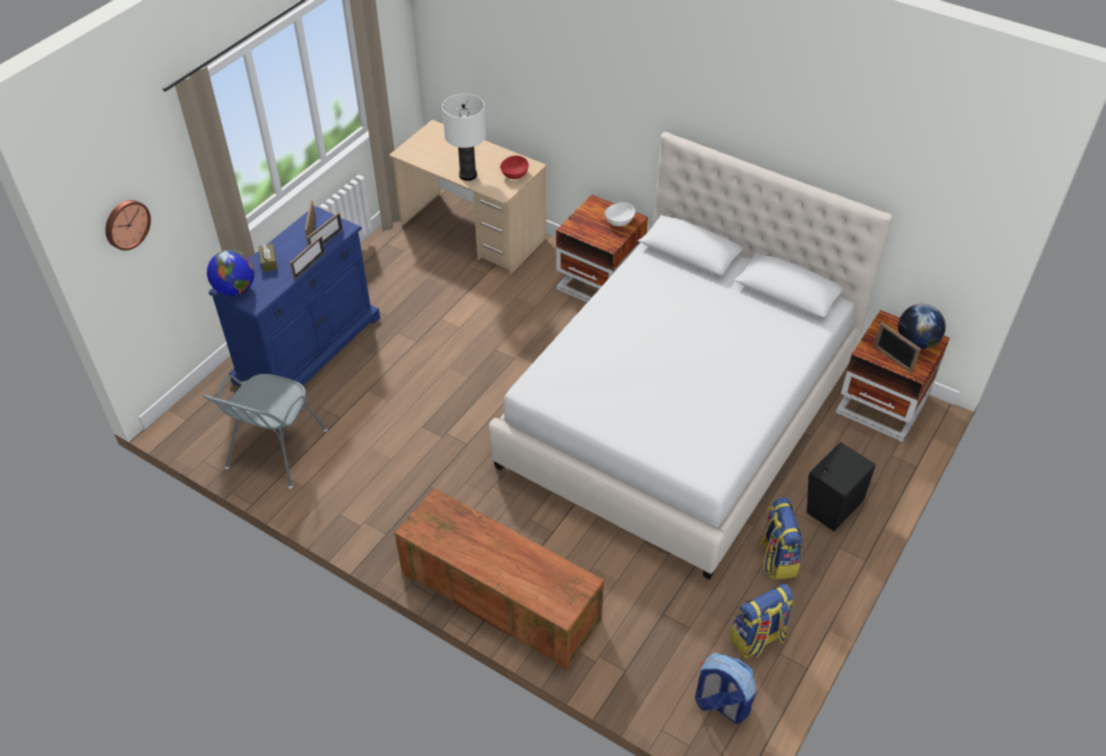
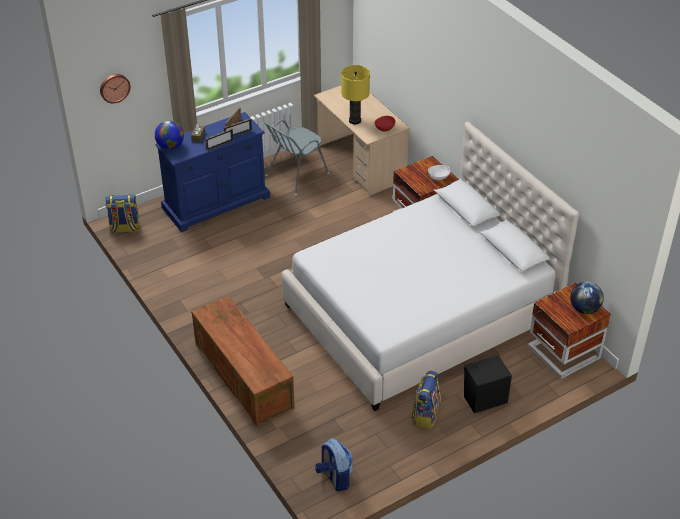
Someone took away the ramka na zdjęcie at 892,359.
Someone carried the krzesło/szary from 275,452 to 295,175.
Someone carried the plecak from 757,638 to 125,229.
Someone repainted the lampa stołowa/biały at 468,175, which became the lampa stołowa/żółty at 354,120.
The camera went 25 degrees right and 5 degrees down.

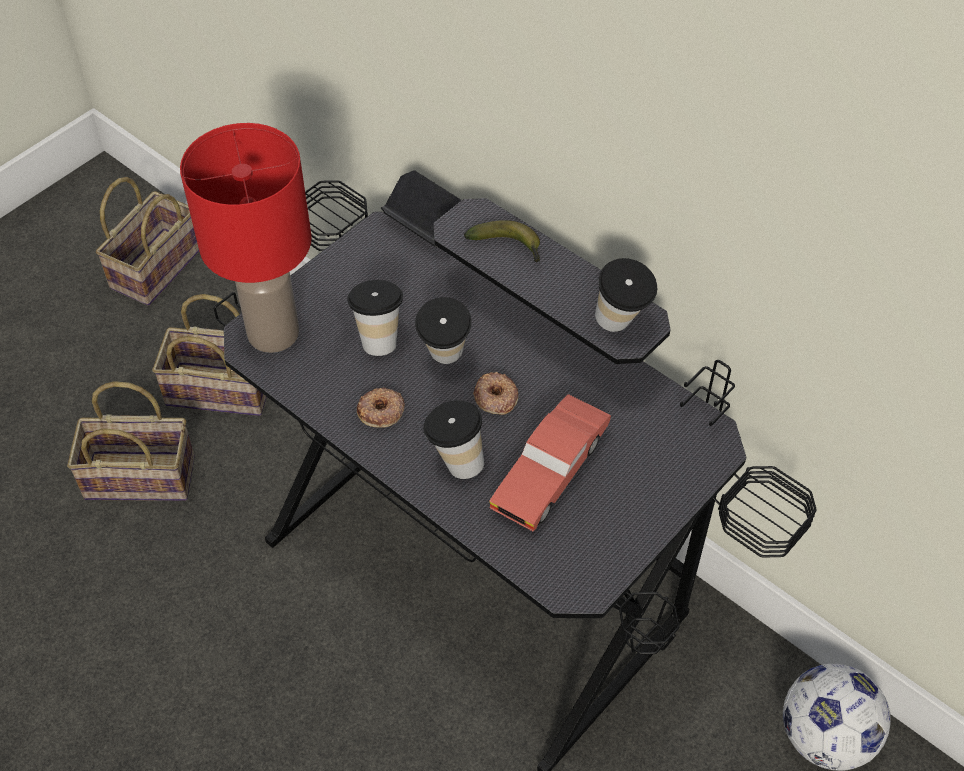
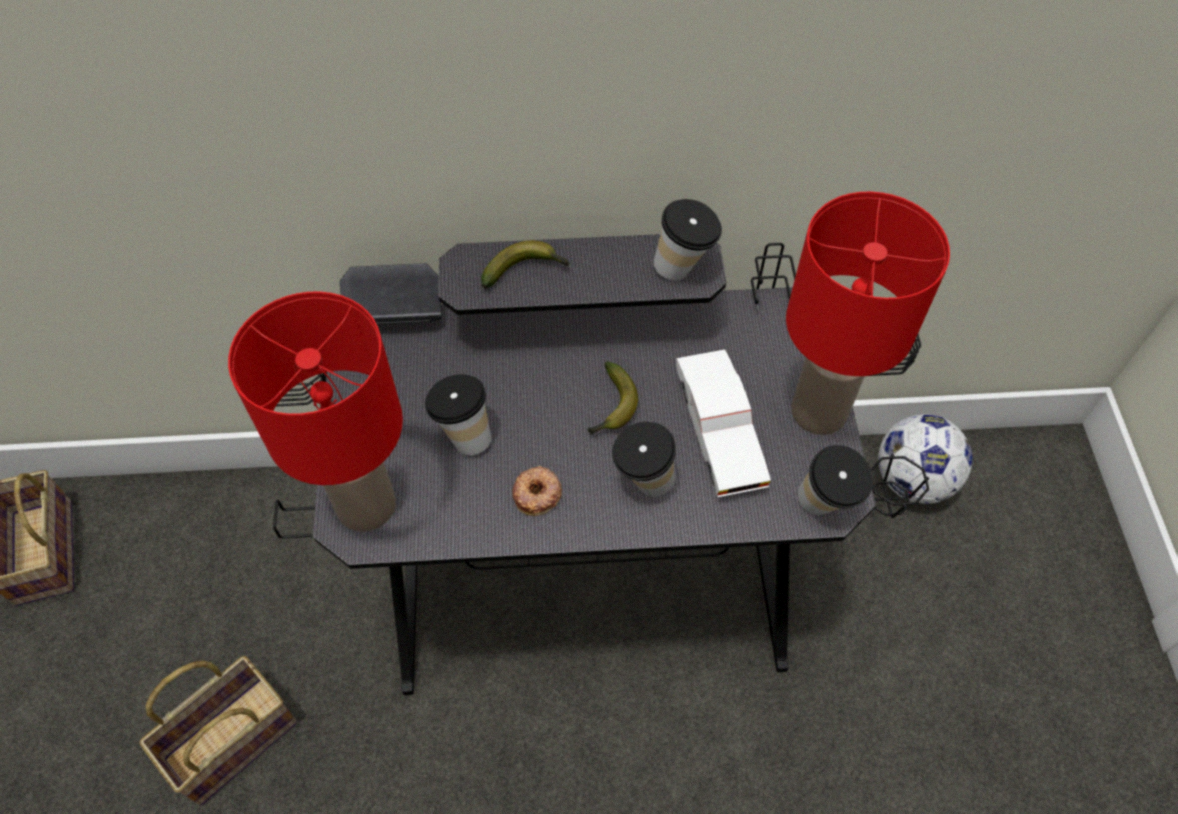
Someone took away the koszyk at 222,389.
Someone put down the lampa stołowa/czerwony at 820,412.
Someone carried the filiżanka from 445,360 to 825,508.
Someone swapped the donut at 495,397 for the banan at 611,407.
Someone repainted the samochodzik/czerwony at 550,472, which became the samochodzik/biały at 718,431.
The camera went 45 degrees left and 5 degrees up.

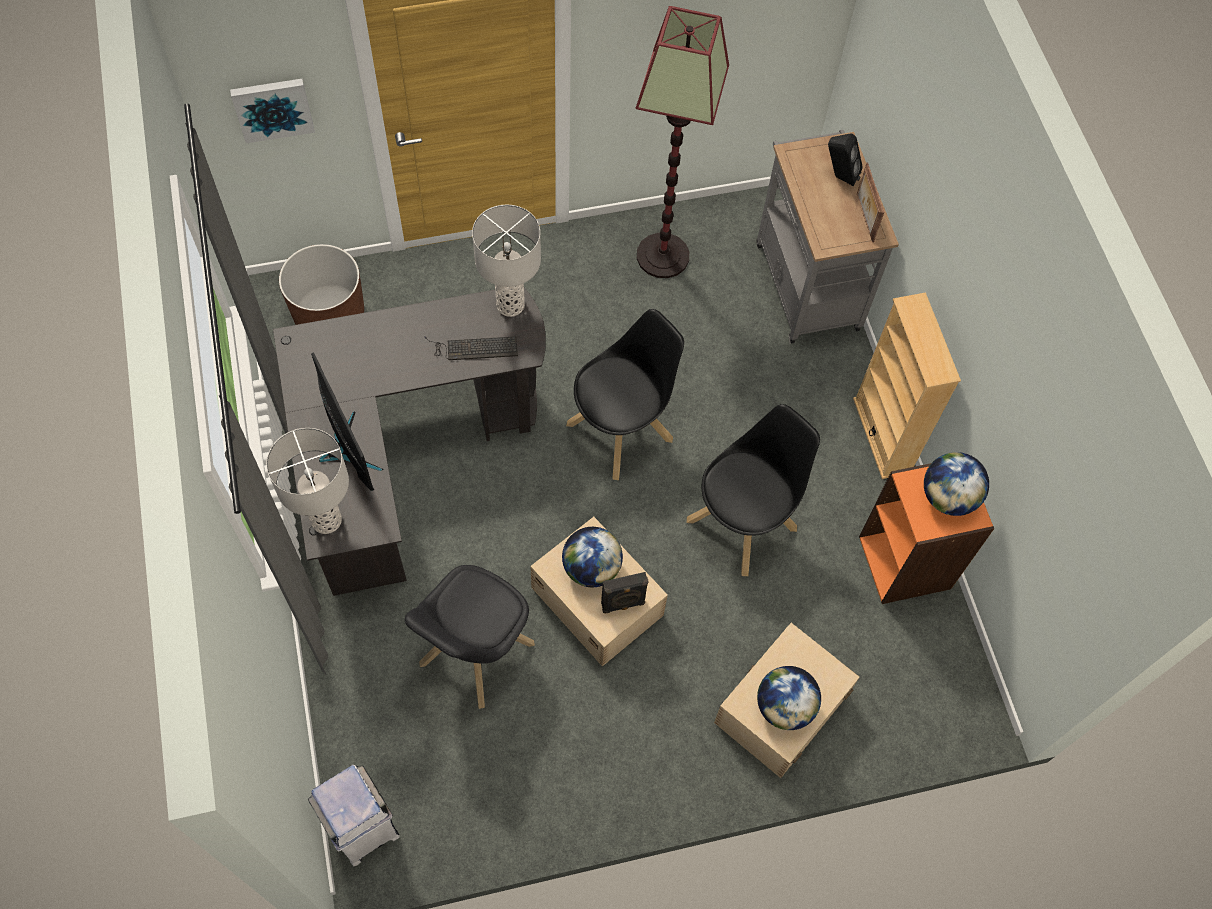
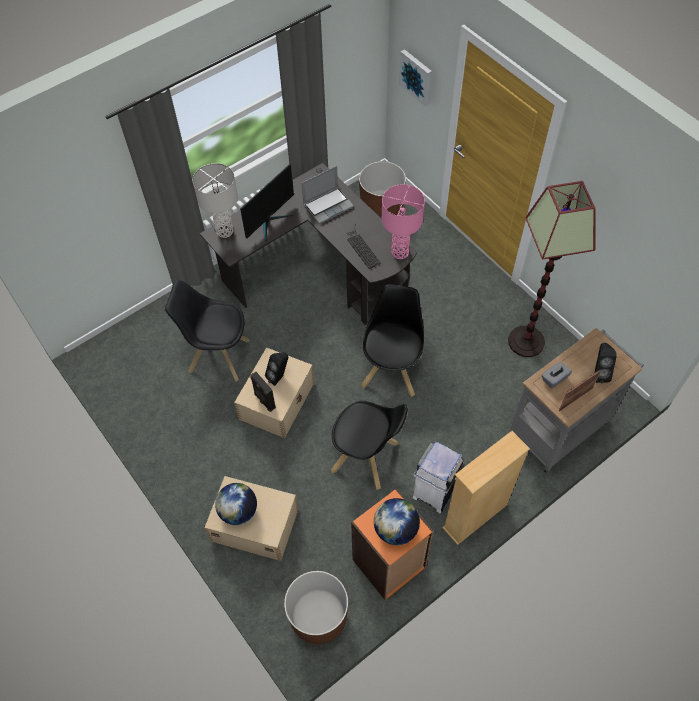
Someone put down the donica/brązowy at 318,617.
Someone put down the laptop at 328,205.
Someone put down the pudełko chusteczek/szary at 554,379.
Someone carried the kosz na śmieci/biały from 363,827 to 434,492.
Someone swapped the globus at 591,568 for the głośnik/czarny at 279,376.
Someone repainted the lampa stołowa/biały at 510,305, which became the lampa stołowa/różowy at 399,252.
Someone rotated the krzesło/czarny at 622,430 by 105 degrees counterclockwise.
The camera went 70 degrees right and 5 degrees down.

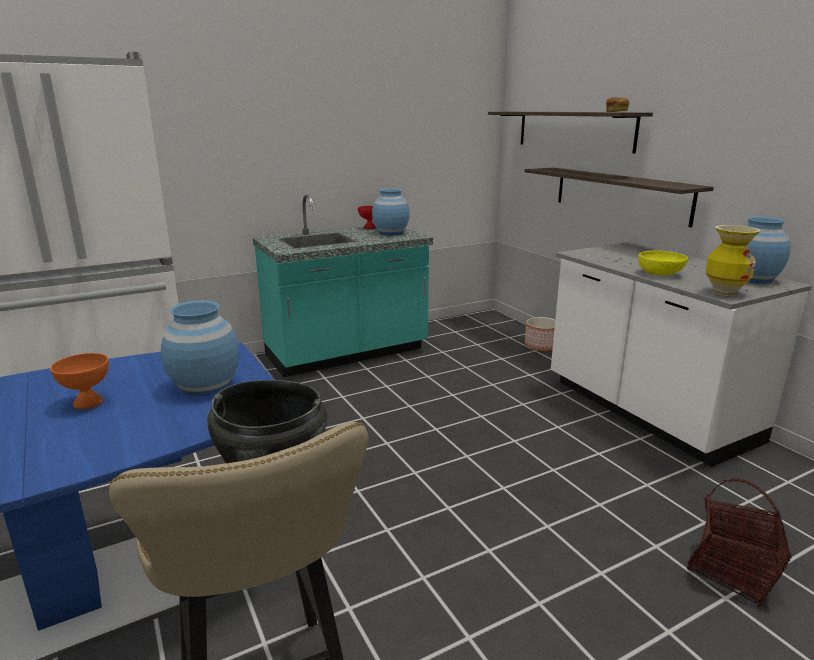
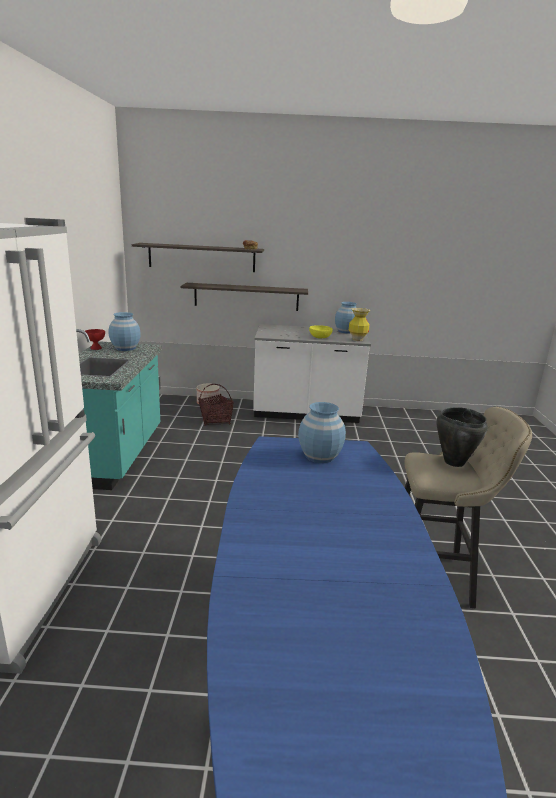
Someone took away the miska/pomarańczowy at 87,403.
Someone carried the koszyk from 733,572 to 216,420.
The camera went 60 degrees left and 0 degrees up.

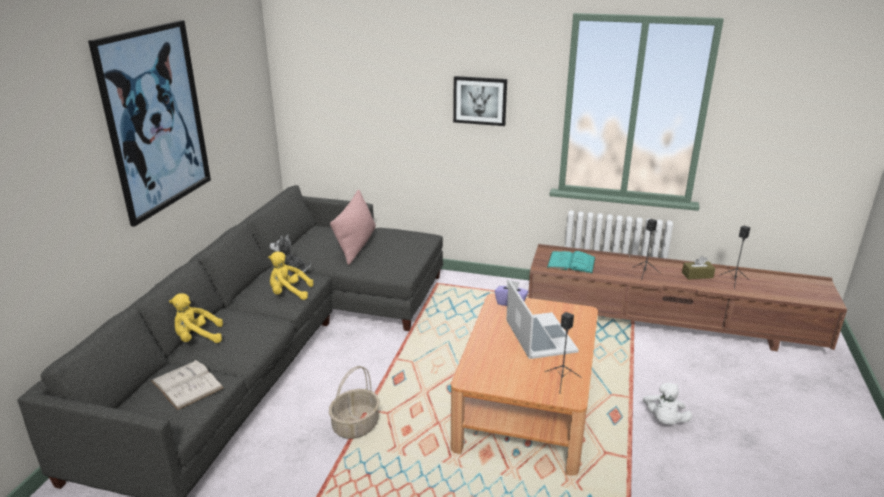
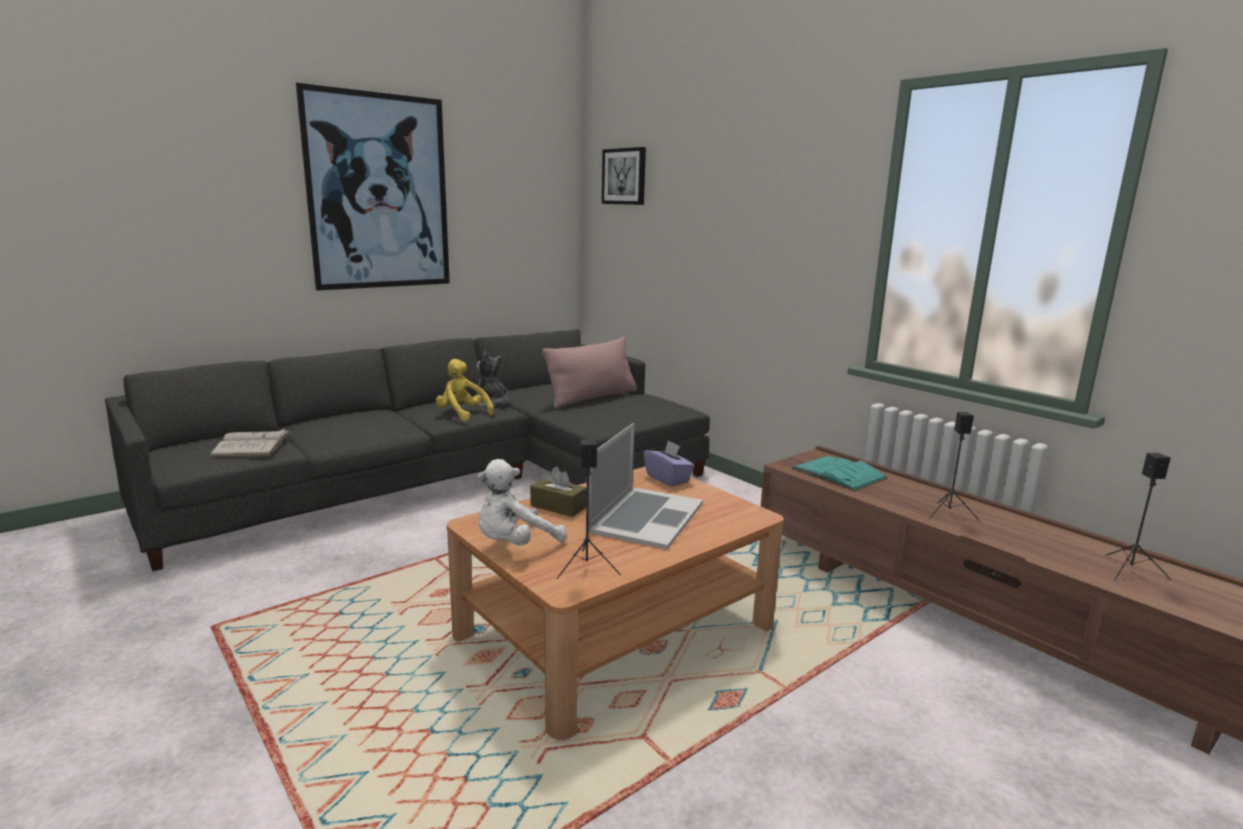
Someone took away the pluszak/żółty at 197,338.
Someone took away the koszyk at 355,425.
Someone carried the obraz from 480,100 to 624,176.
Someone carried the pluszak/biały from 664,420 to 515,544.
Someone carried the pudełko chusteczek/brązowy from 697,275 to 558,507.
The camera went 35 degrees right and 10 degrees down.

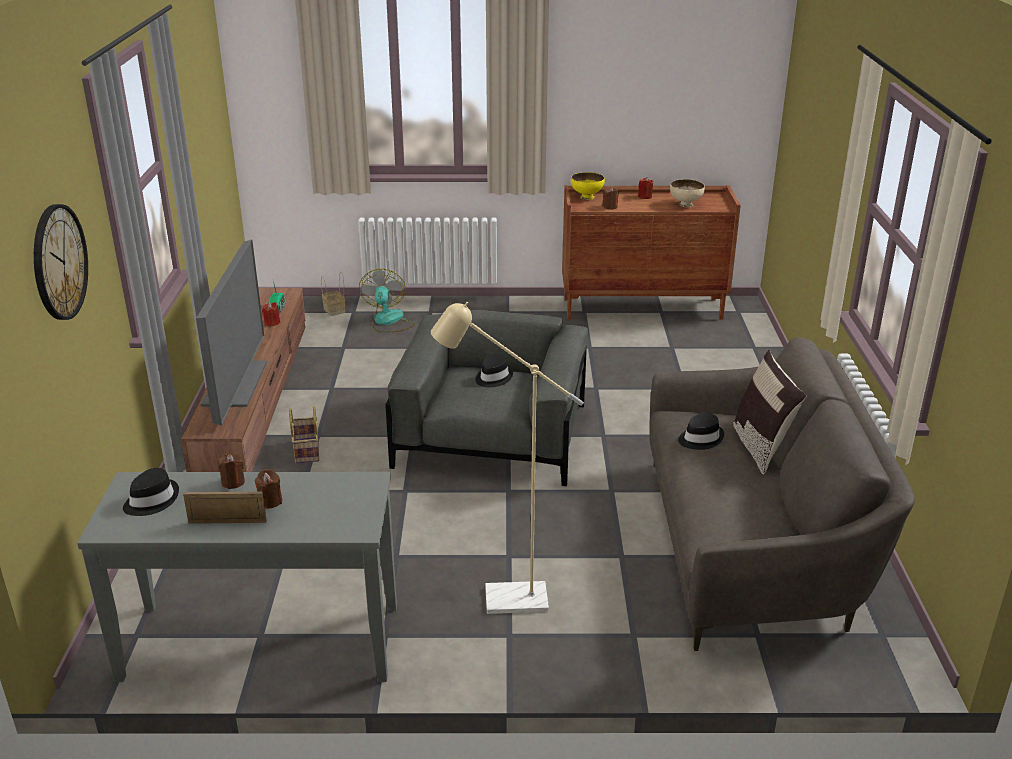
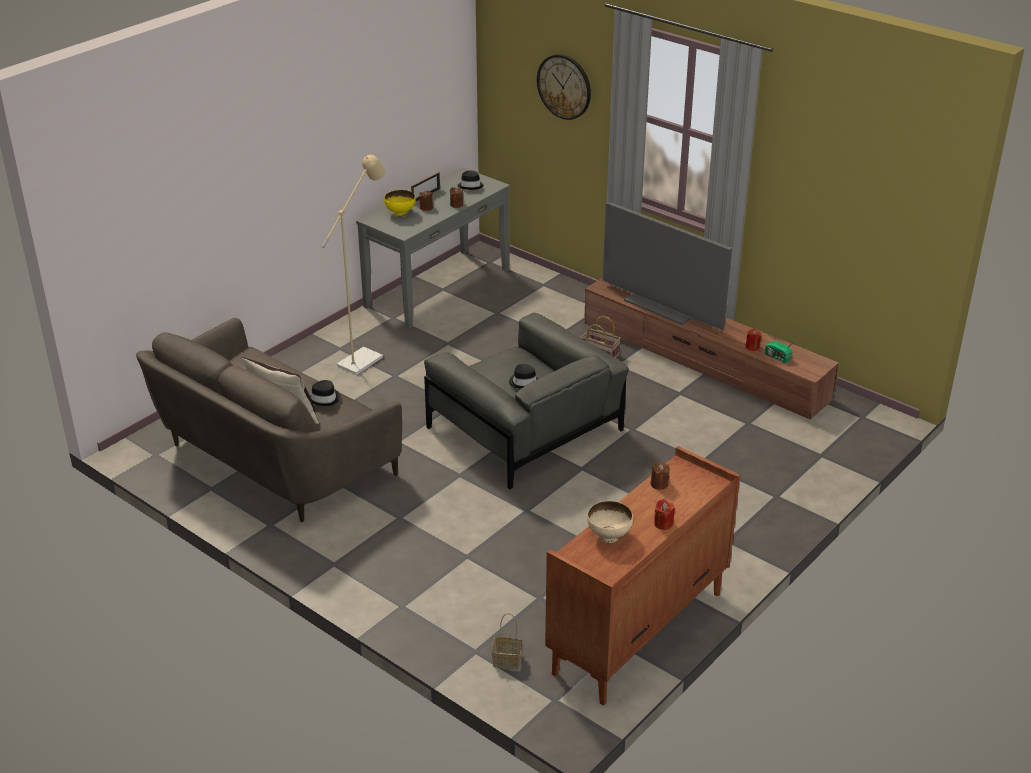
Someone took away the wentylator at 388,322.
Someone carried the koszyk from 335,310 to 506,661.
Someone carried the miska/żółty from 587,197 to 400,214.
The camera went 130 degrees right and 5 degrees up.

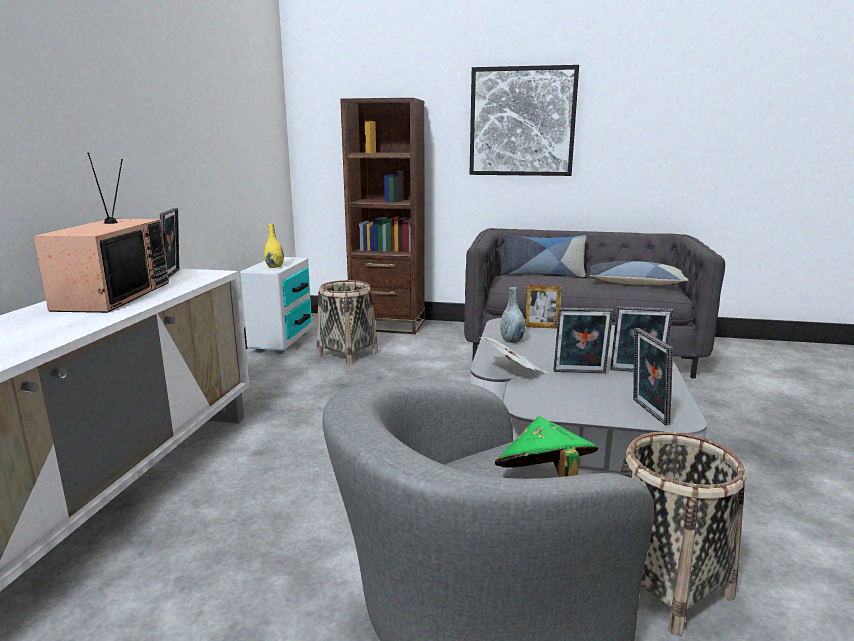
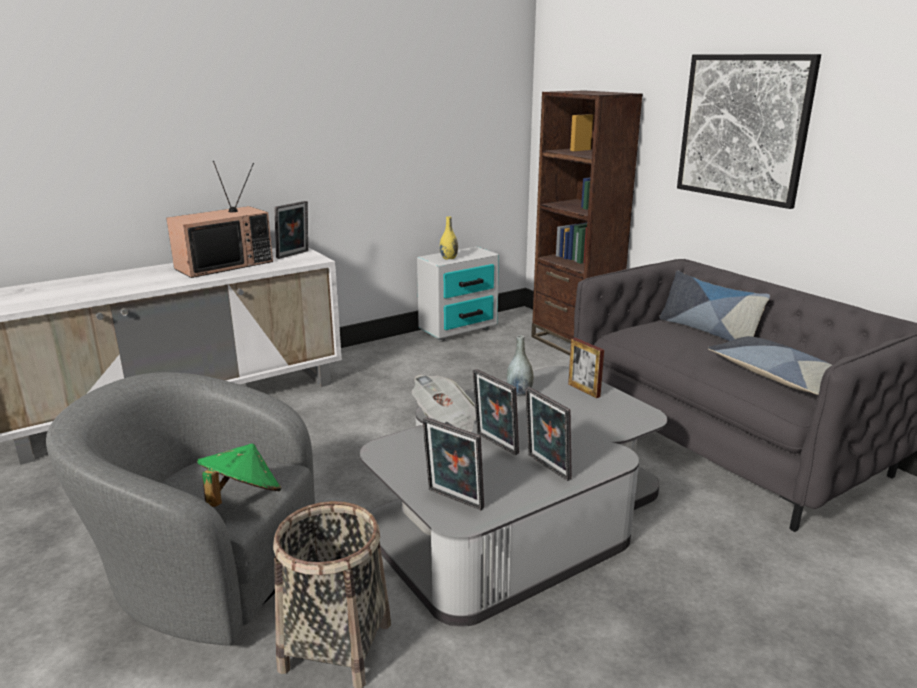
Someone took away the koszyk at 348,354.
Someone rotated the ramka na zdjęcie at 647,412 by 90 degrees counterclockwise.
The camera went 45 degrees right and 5 degrees up.

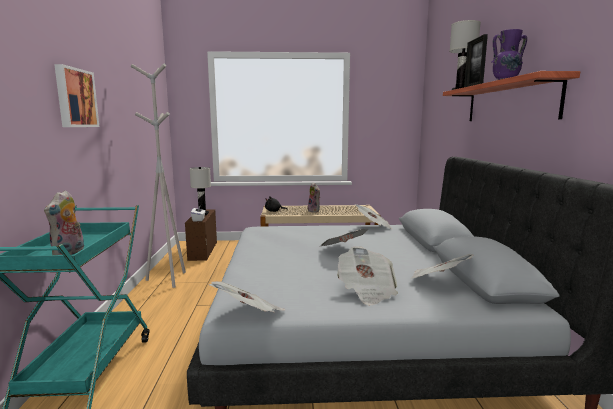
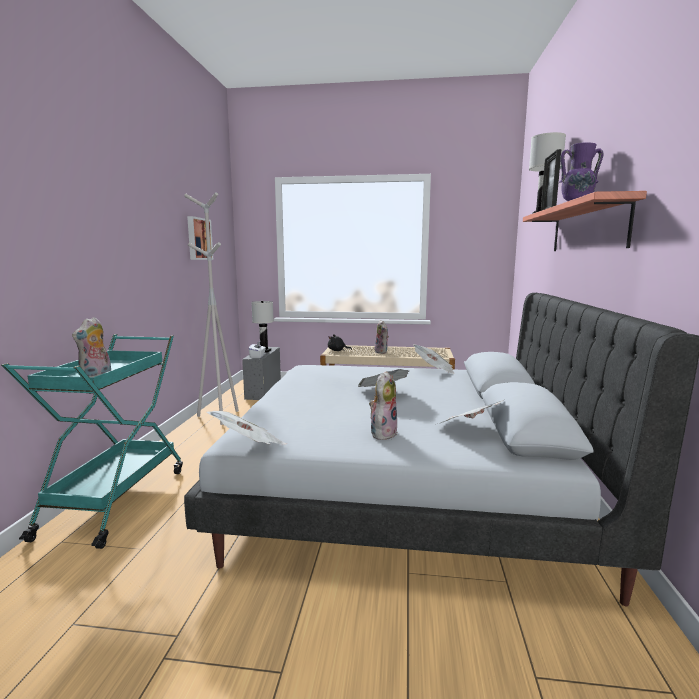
Someone carried the obraz from 75,98 to 198,239.
Someone swapped the gazeta at 366,291 for the pluszak at 382,433.
Someone repainted the pojemnik do przechowywania/brązowy at 203,251, which became the pojemnik do przechowywania/szary at 263,390.
The camera went 10 degrees right and 0 degrees up.

